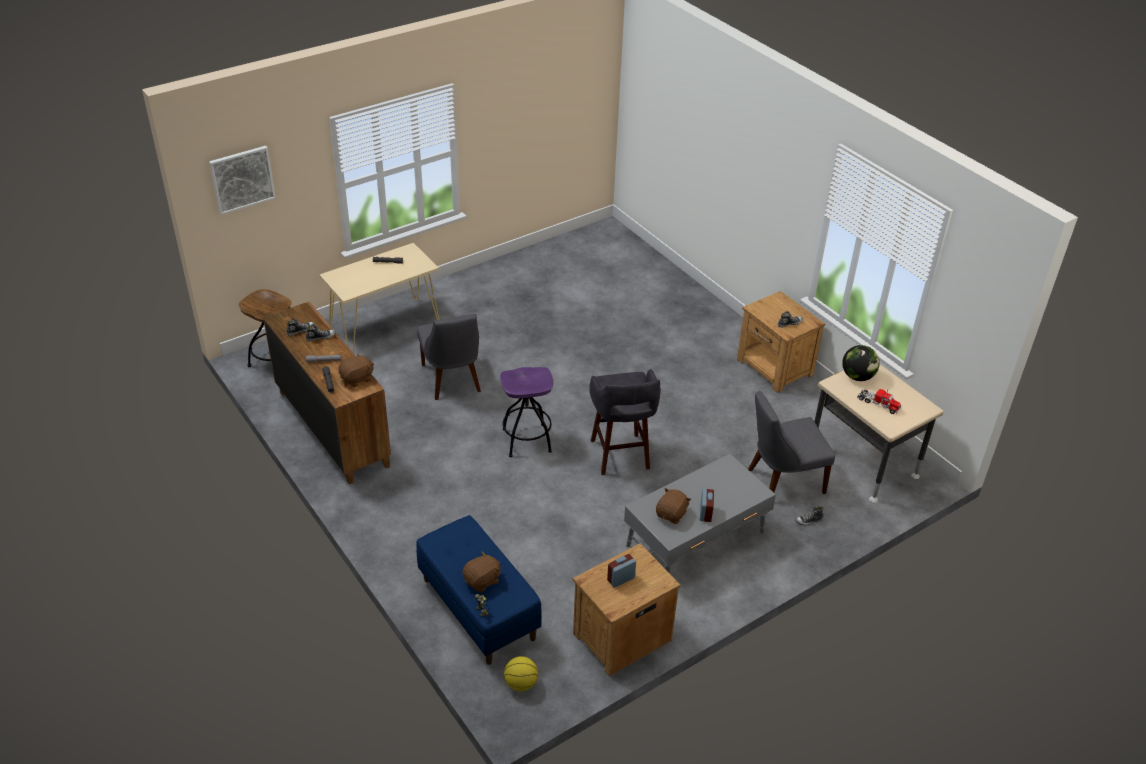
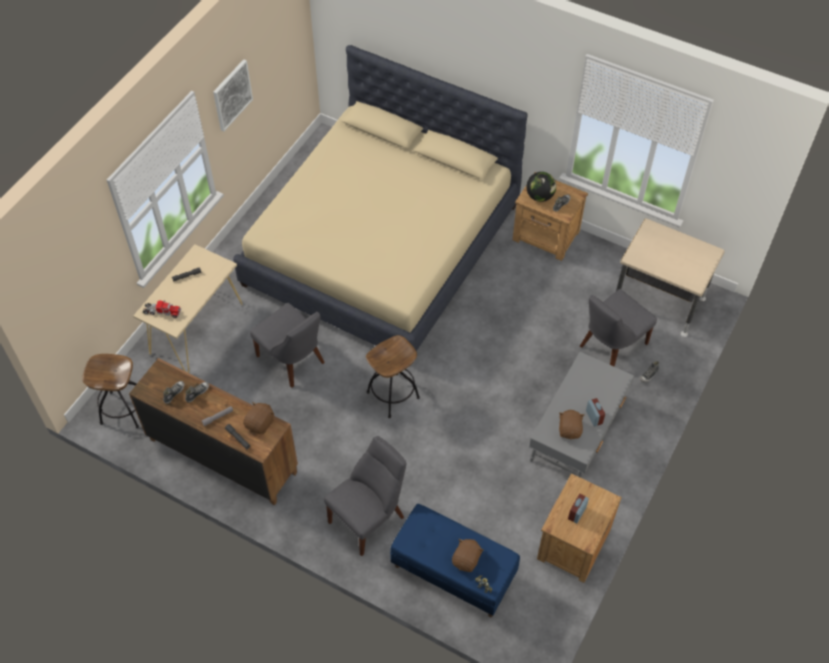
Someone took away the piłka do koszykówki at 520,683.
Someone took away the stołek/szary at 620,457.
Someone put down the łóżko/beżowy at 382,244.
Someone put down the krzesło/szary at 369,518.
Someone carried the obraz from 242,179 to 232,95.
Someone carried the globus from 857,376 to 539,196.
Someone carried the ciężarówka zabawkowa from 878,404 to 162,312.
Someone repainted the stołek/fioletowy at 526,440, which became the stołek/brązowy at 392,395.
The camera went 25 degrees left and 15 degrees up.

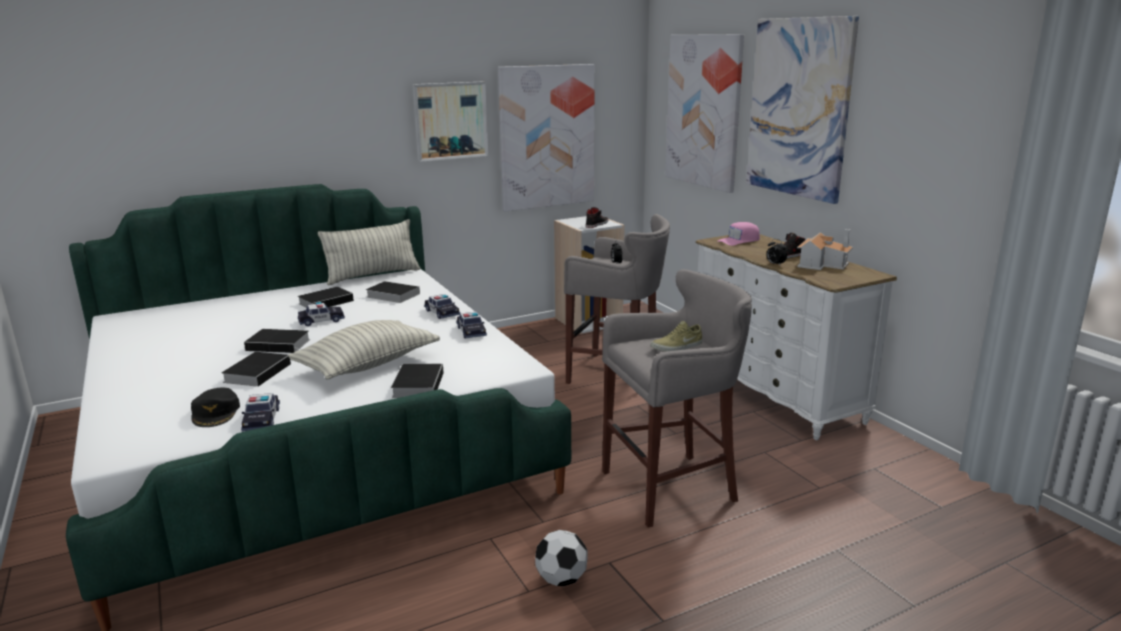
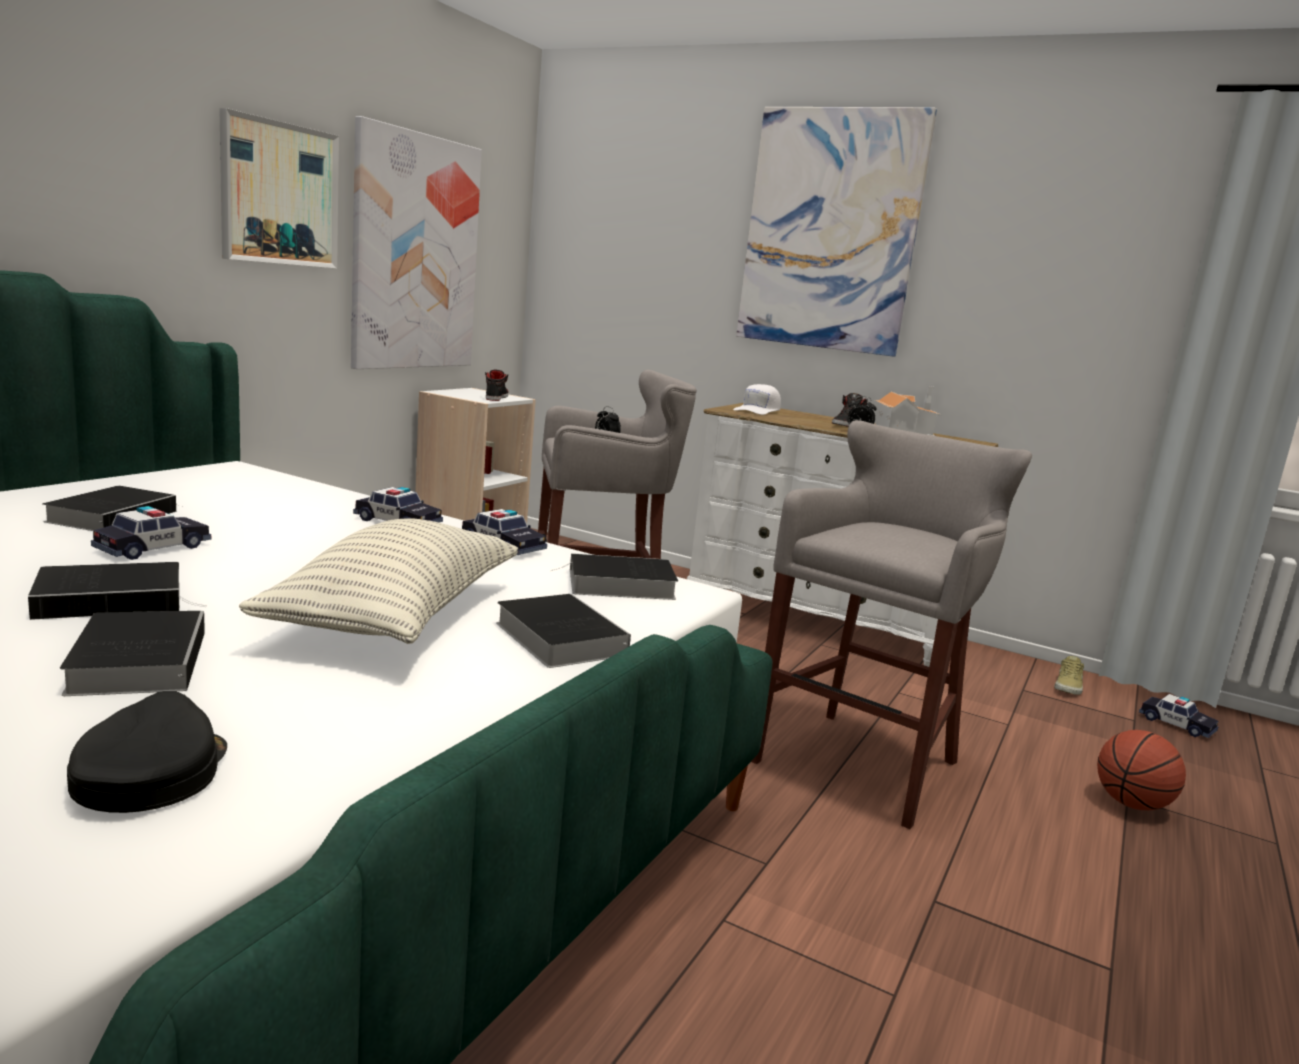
Someone took away the poduszka at 373,275.
Someone took away the piłka futbolowa at 561,579.
Someone took away the obraz at 704,111.
Someone put down the piłka do koszykówki at 1131,804.
Someone carried the samochodzik from 262,419 to 1176,724.
Someone carried the książka from 391,295 to 617,584.
Someone carried the but/beżowy from 677,347 to 1069,686.
Someone repainted the czapka z daszkiem/różowy at 739,241, which became the czapka z daszkiem/biały at 758,410.
Someone rotated the czapka z daszkiem/czarny at 216,413 by 135 degrees counterclockwise.
The camera went 35 degrees left and 5 degrees down.

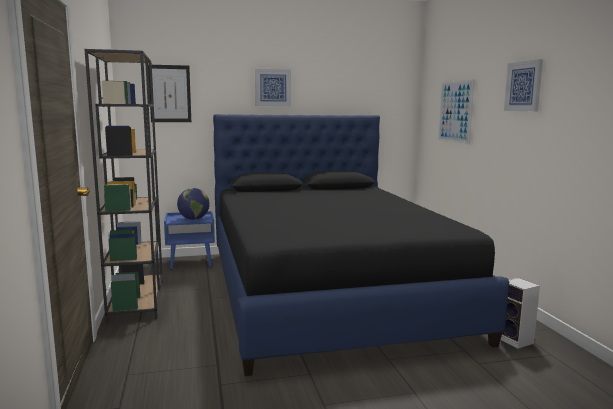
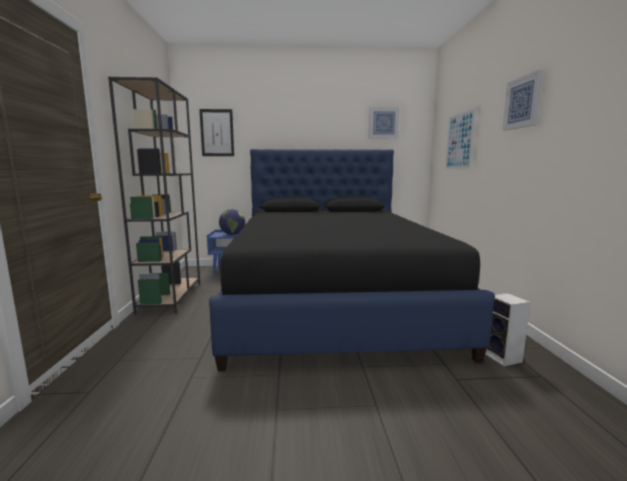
Someone carried the obraz from 272,87 to 383,122.
The camera went 10 degrees right and 0 degrees up.

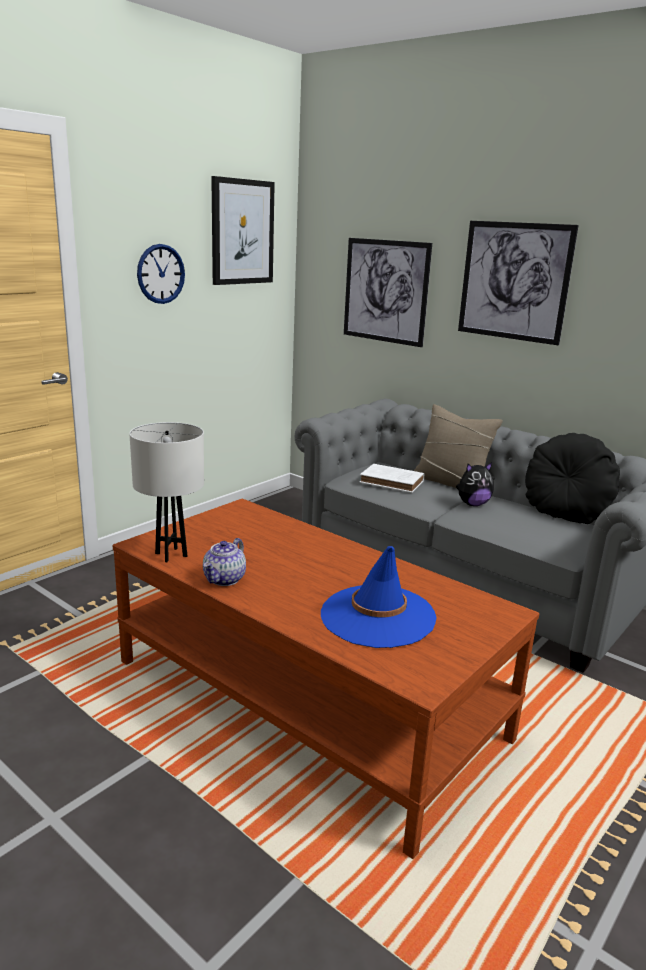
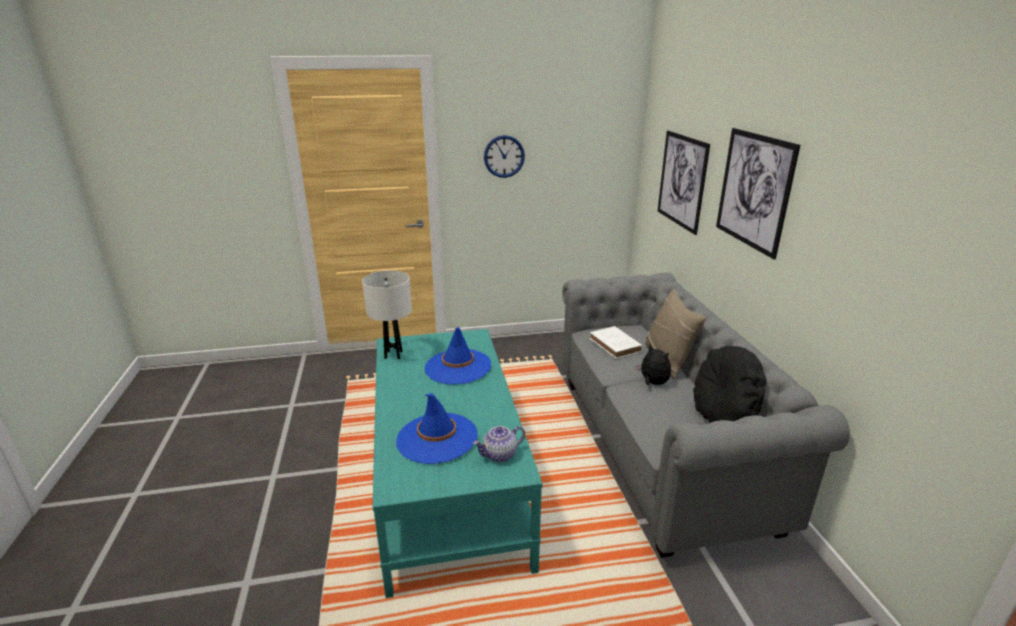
Someone took away the obraz at 242,232.
Someone put down the kapelusz/niebieski at 458,367.
Someone carried the imbryk from 225,579 to 499,455.
Someone repainted the ława/brązowy at 307,699, which became the ława/turkusowy at 448,477.
Someone rotated the pluszak at 472,504 by 150 degrees counterclockwise.
The camera went 40 degrees right and 5 degrees up.

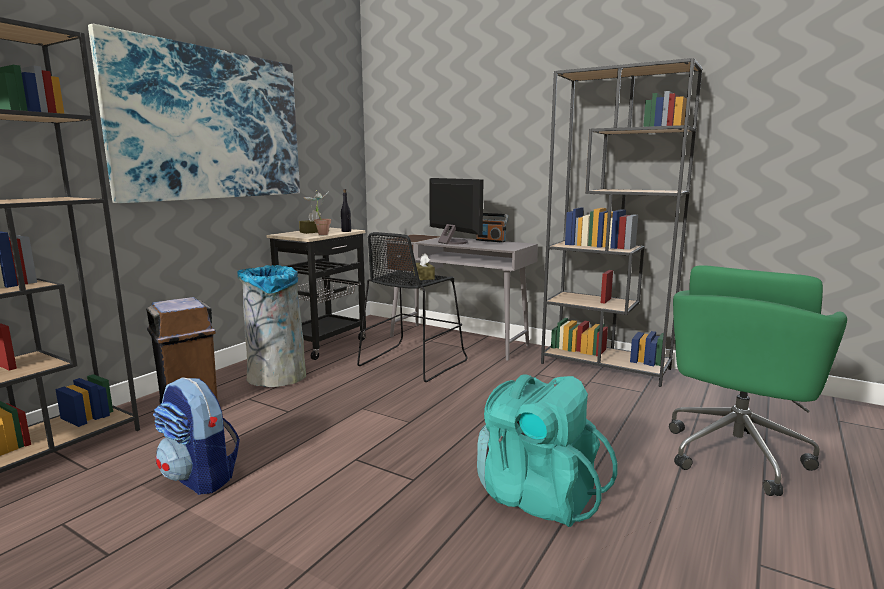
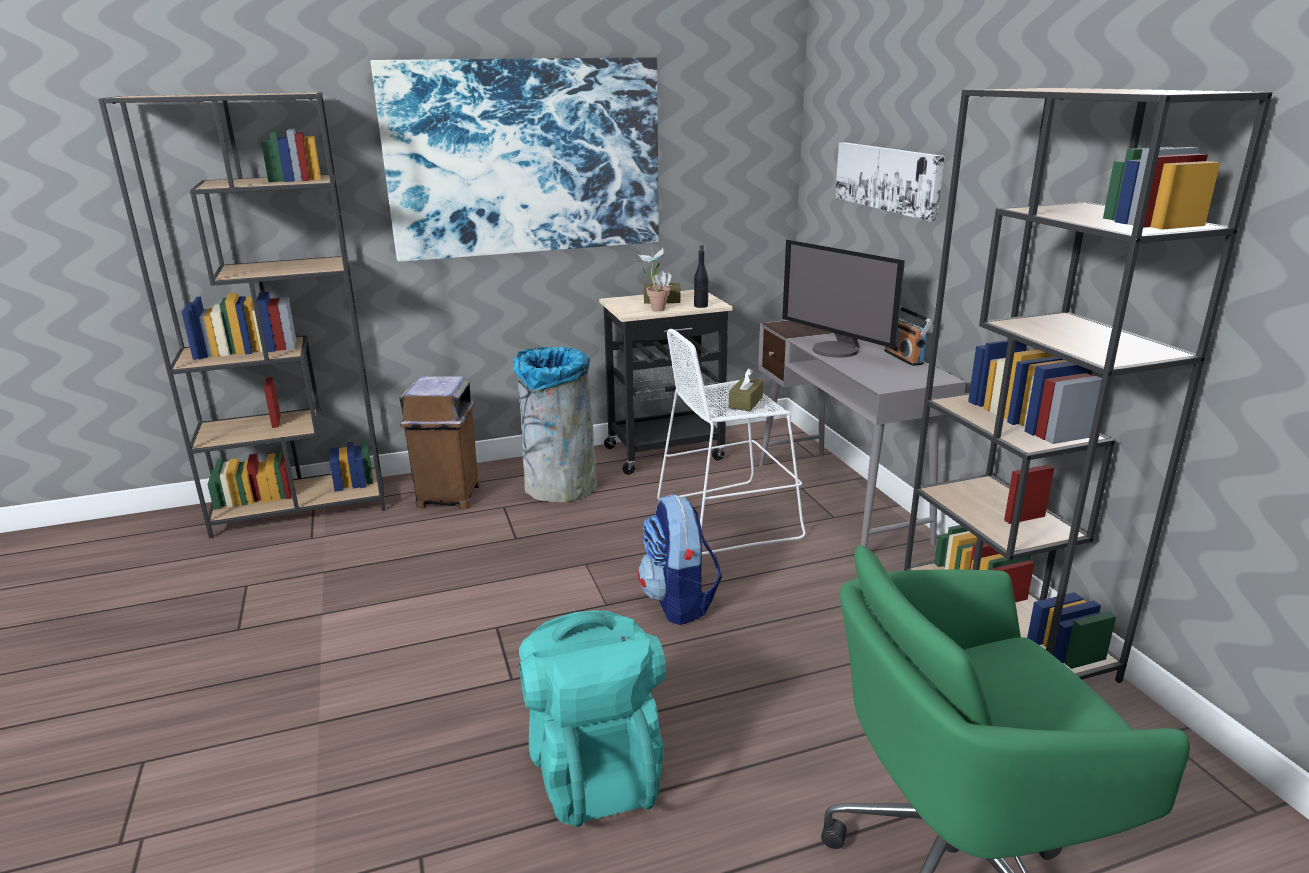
Someone put up the obraz at 887,178.
Someone carried the plecak from 200,477 to 679,602.
Someone repainted the stołek/czarny at 412,362, which became the stołek/biały at 729,517.
Someone rotated the monitor at 452,242 by 135 degrees clockwise.
The camera went 40 degrees right and 10 degrees up.

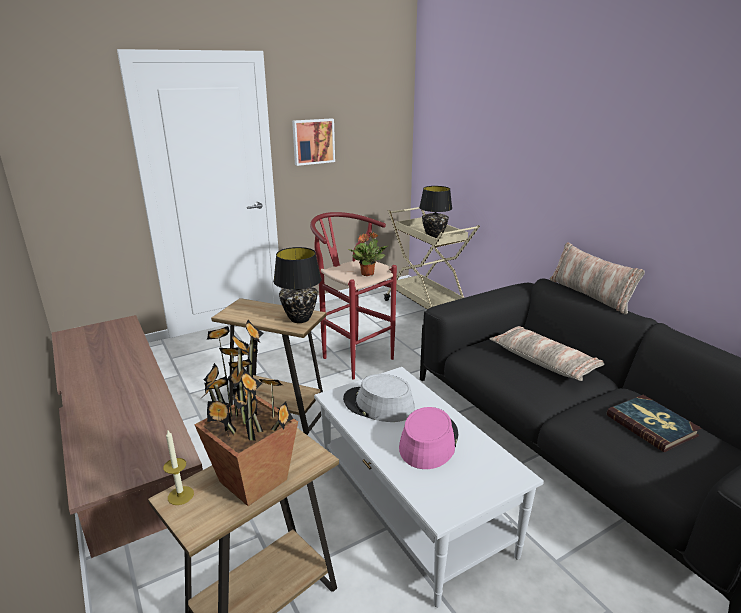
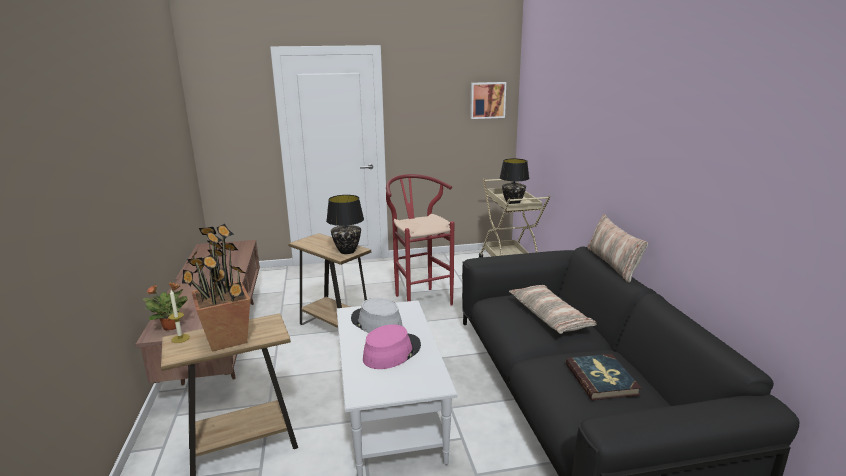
Someone carried the obraz from 313,141 to 487,100.
Someone carried the roślina doniczkowa from 368,273 to 172,327.
The camera went 20 degrees right and 5 degrees down.

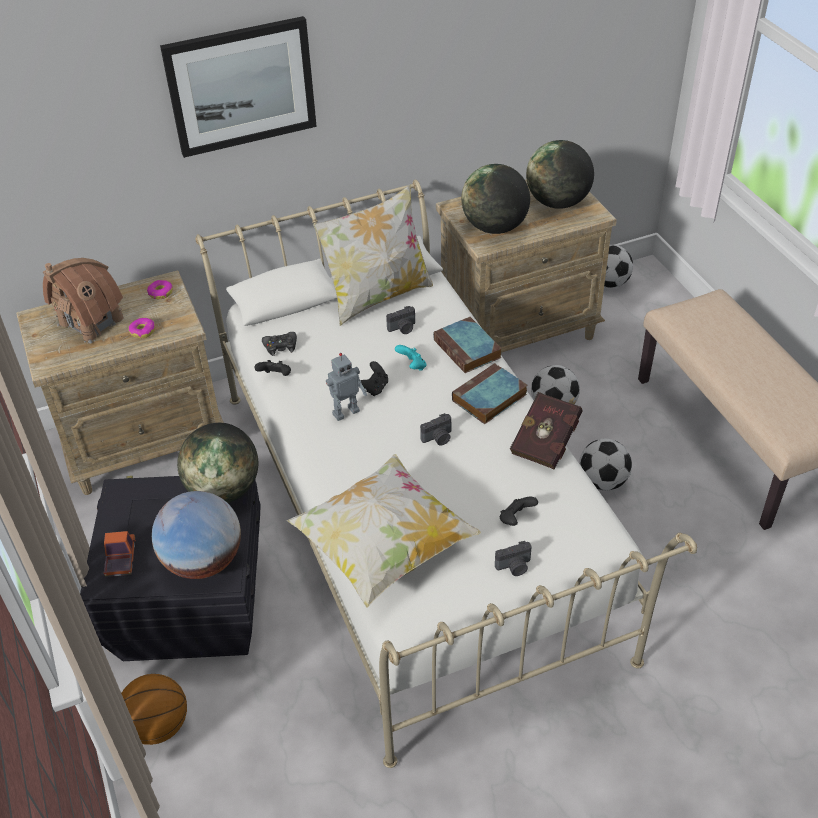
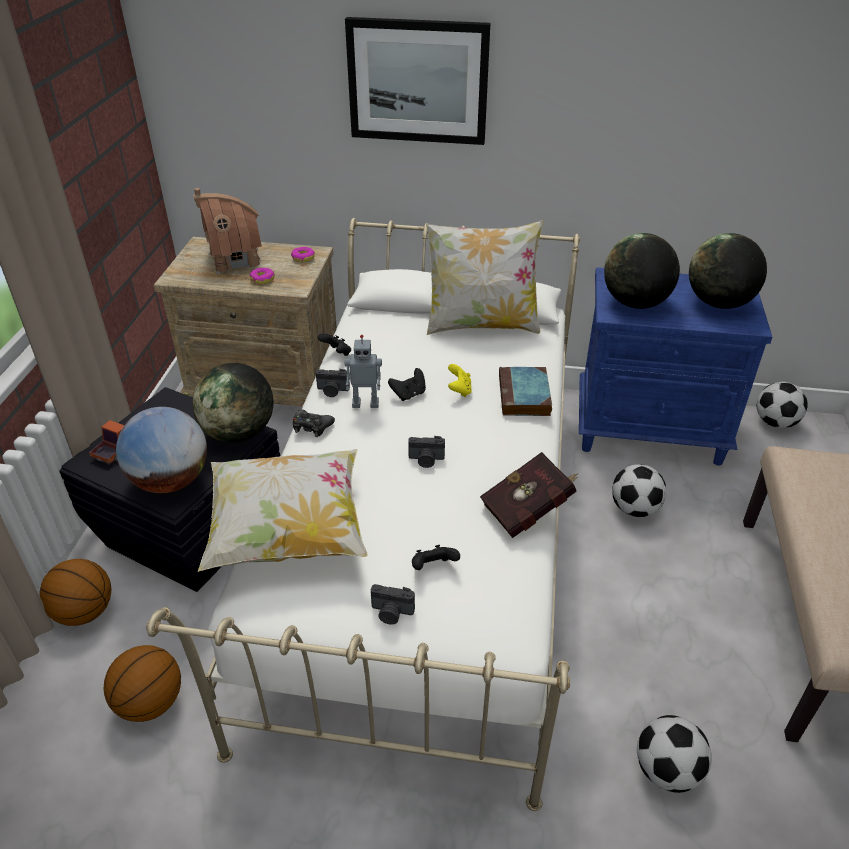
Someone took away the książka at 489,398.
Someone put down the piłka do koszykówki at 150,703.
Someone carried the pad do gier/czarny from 280,346 to 312,427.
Someone carried the aparat fotograficzny from 403,328 to 332,391.
Someone carried the piłka futbolowa from 602,481 to 666,770.
Someone repainted the pad do gier/turkusowy at 412,366, which became the pad do gier/żółty at 459,390.
Someone repainted the szafka nocna/beżowy at 519,330, which became the szafka nocna/niebieski at 650,430.
The camera went 30 degrees right and 5 degrees down.

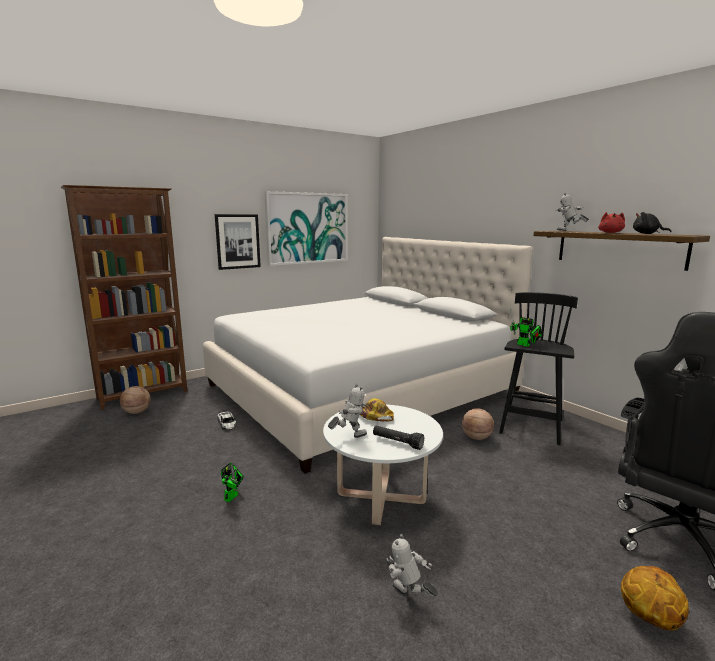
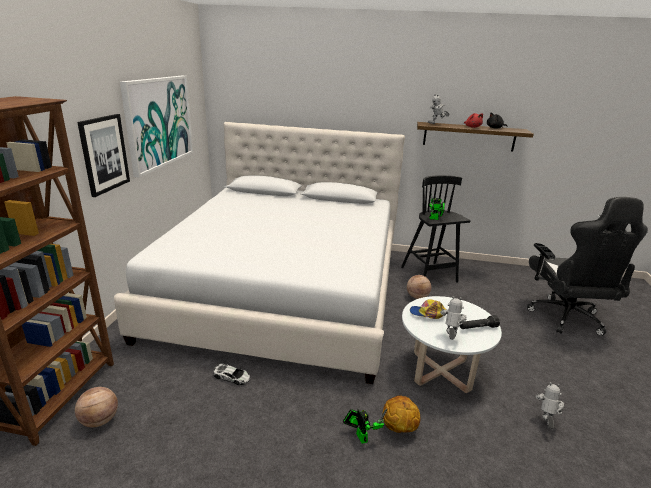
Someone carried the piłka do koszykówki from 648,618 to 398,428.
Someone rotated the robot zabawkowy at 408,598 by 120 degrees clockwise.
The camera went 45 degrees left and 10 degrees up.

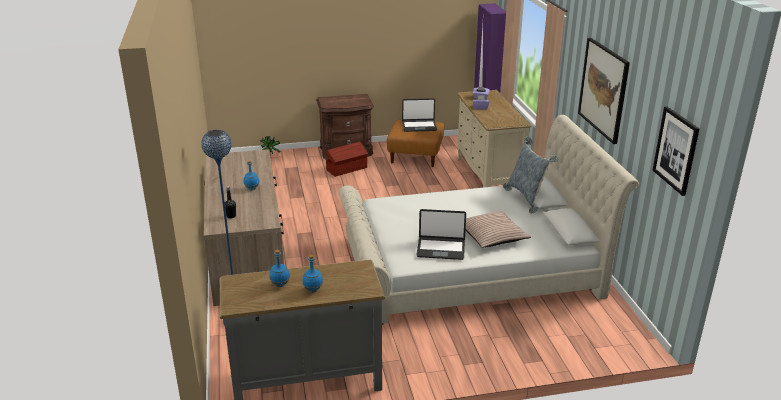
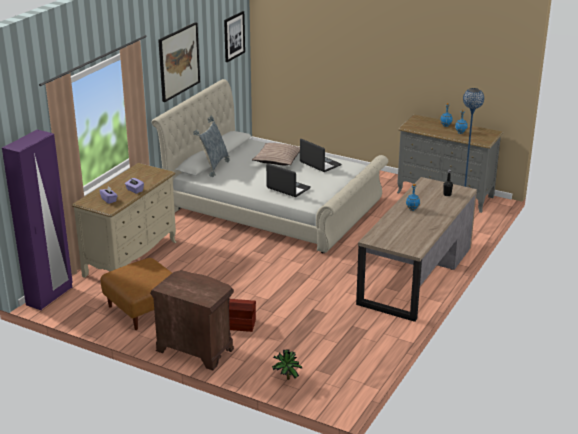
Someone carried the laptop from 419,126 to 288,188.
The camera went 140 degrees left and 0 degrees up.

